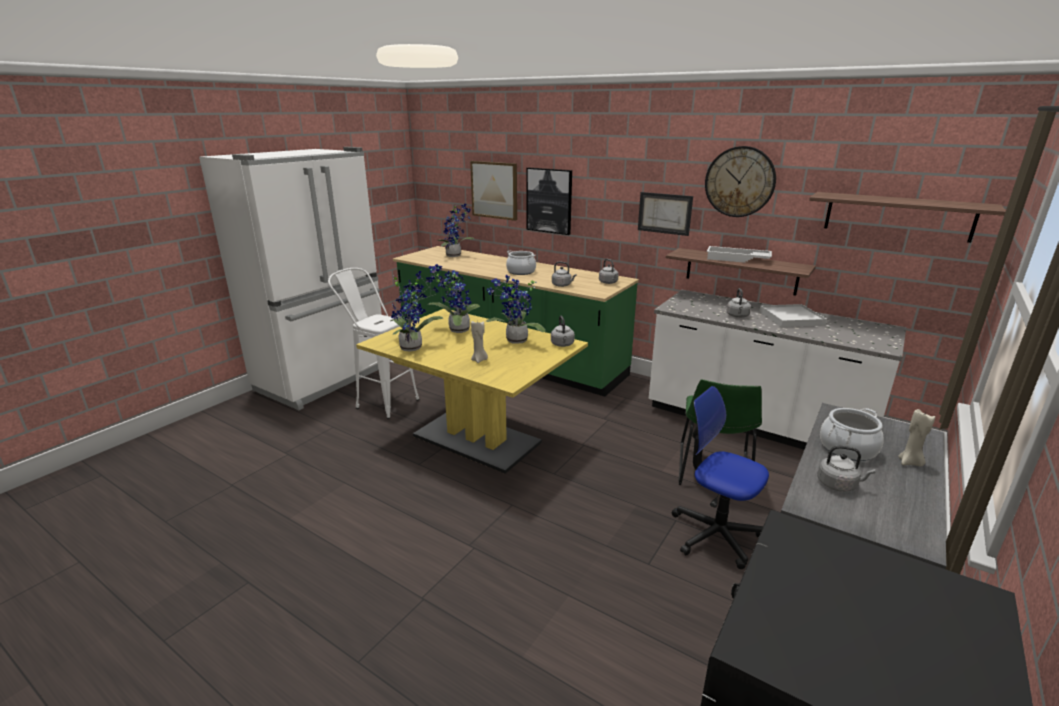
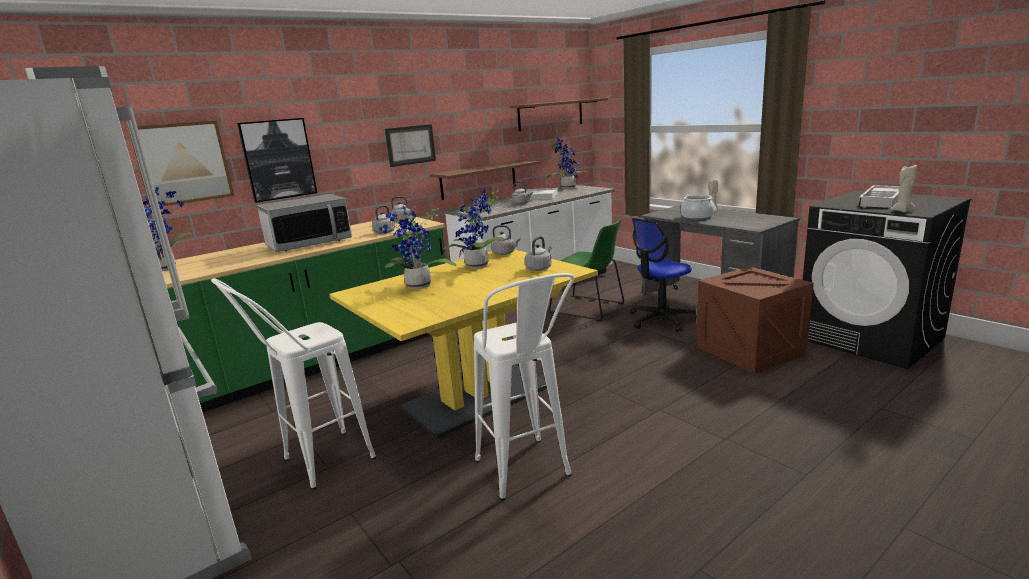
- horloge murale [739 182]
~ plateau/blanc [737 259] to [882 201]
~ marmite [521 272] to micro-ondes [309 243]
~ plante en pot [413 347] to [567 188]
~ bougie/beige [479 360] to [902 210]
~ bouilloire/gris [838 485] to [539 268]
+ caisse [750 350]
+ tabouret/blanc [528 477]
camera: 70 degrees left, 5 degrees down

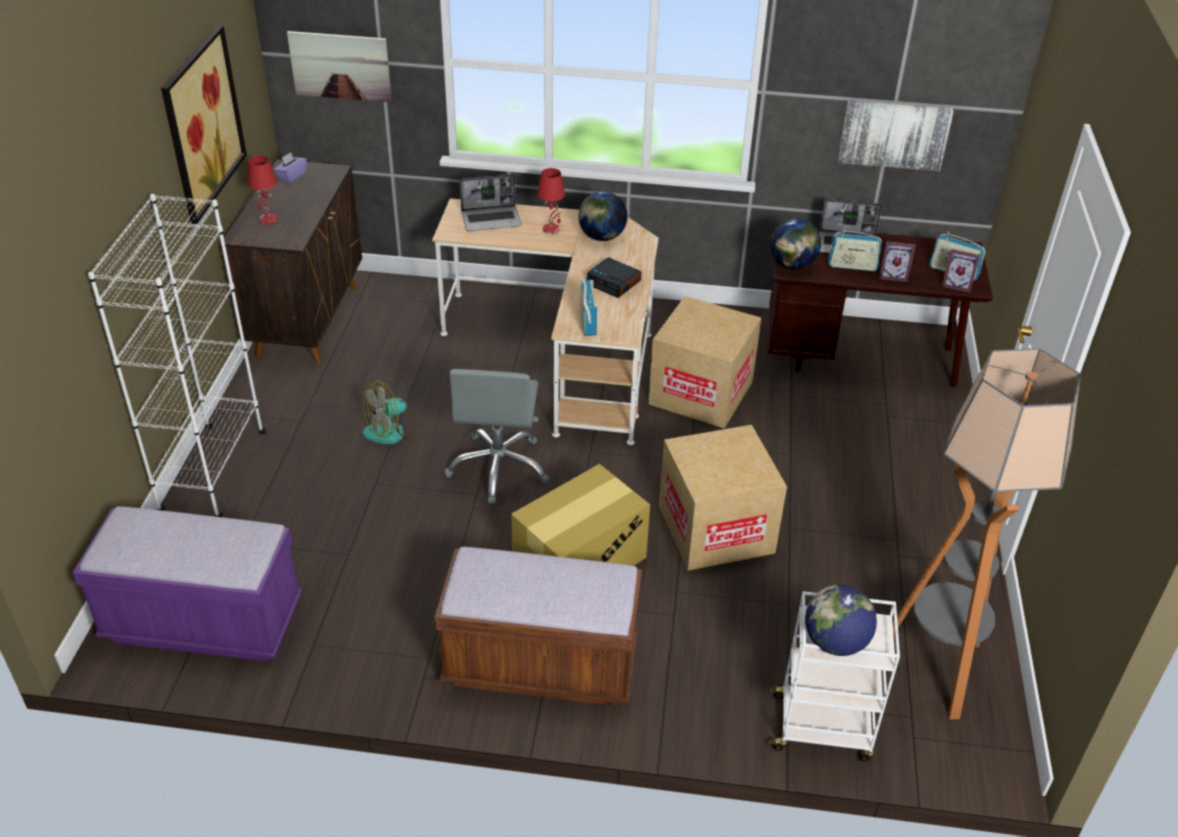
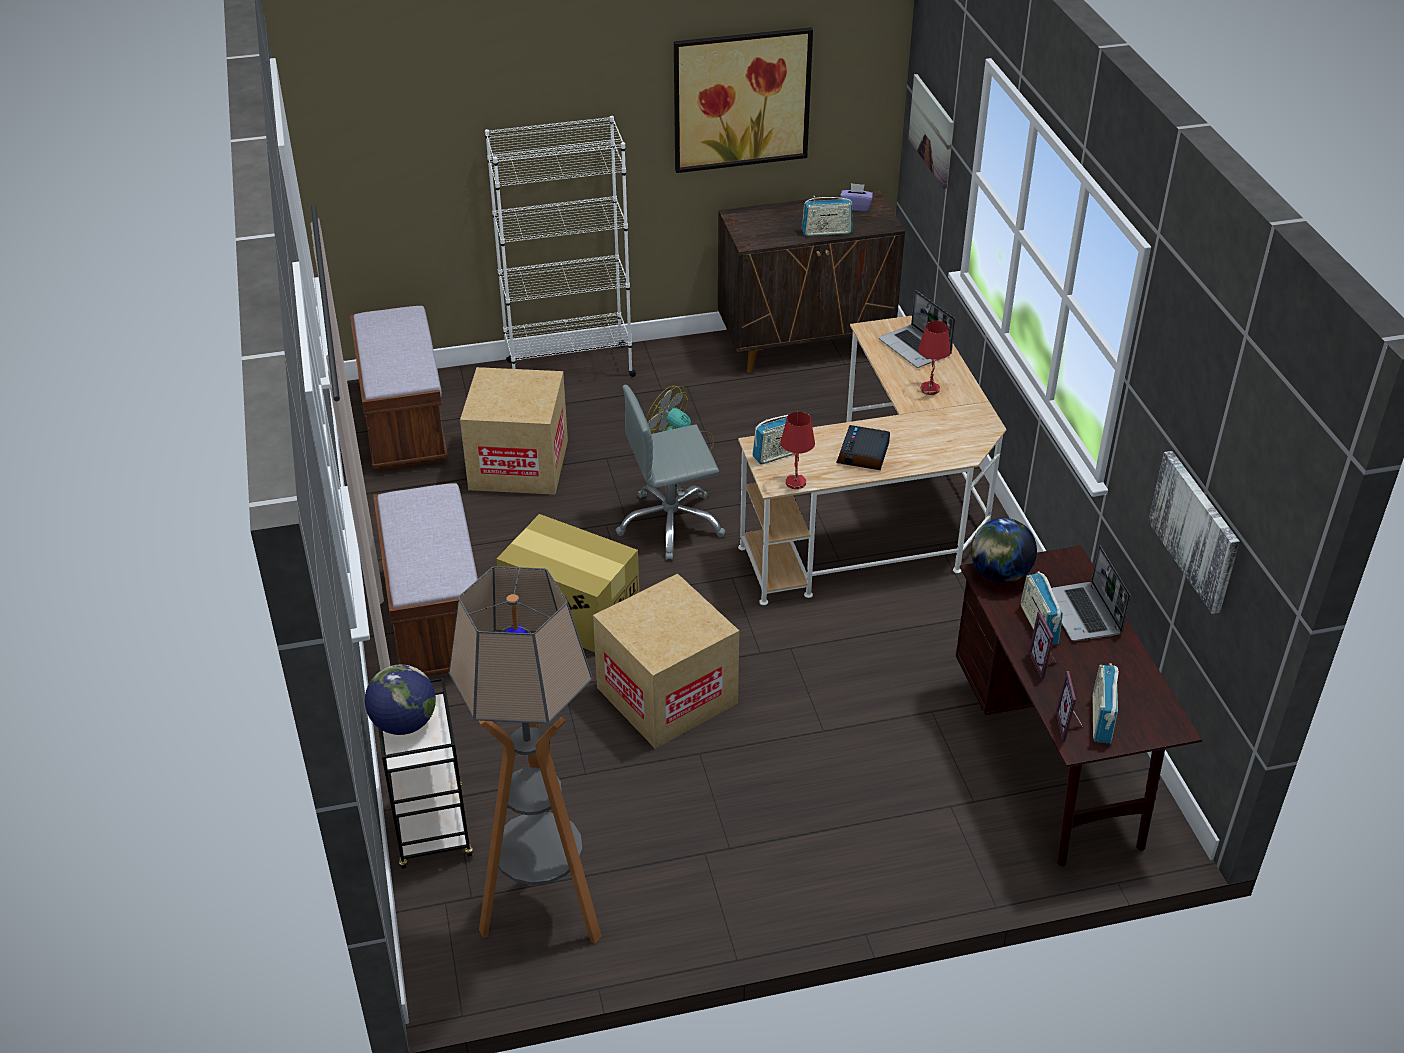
~ lampe de table/rouge [268 220] to [795 482]
- globe [601 237]
~ carton [701 393] to [518 465]
~ banc/violet [203 622] to banc/marron [403 425]
~ chariot/blanc [822 727] to chariot/noir [432 829]
+ radio [827 232]
camera: 70 degrees right, 0 degrees up

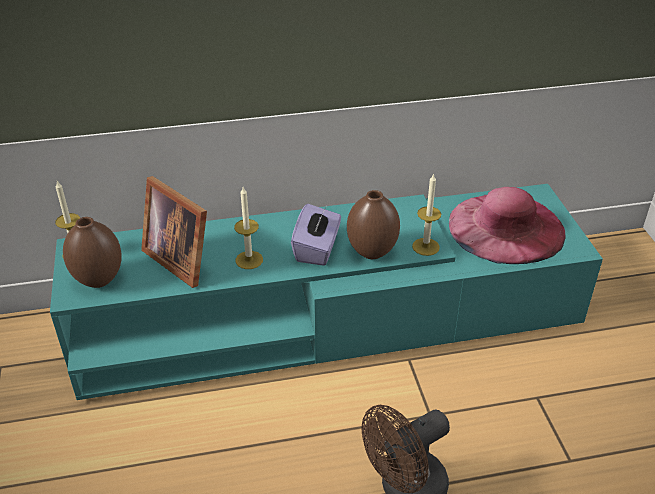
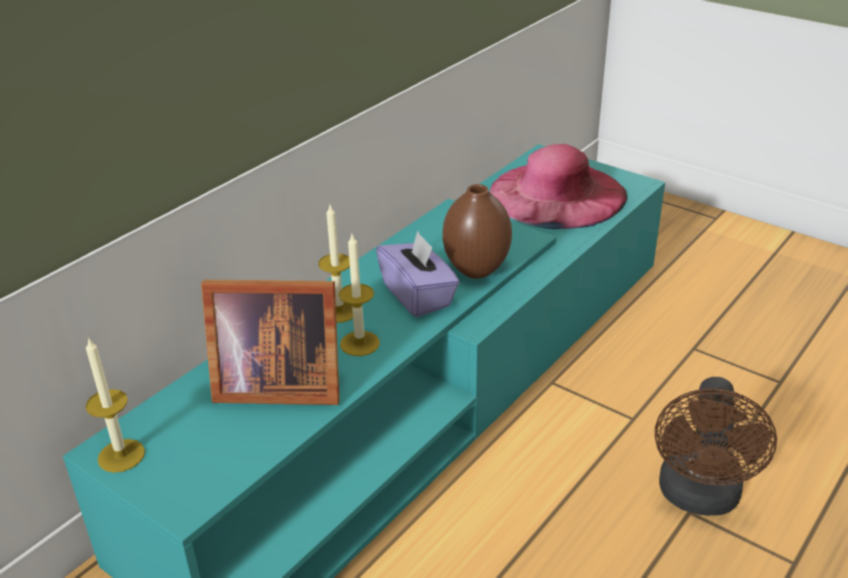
~ bougie [425 246] to [339 311]
- vase/marron [99 279]
camera: 40 degrees left, 5 degrees down

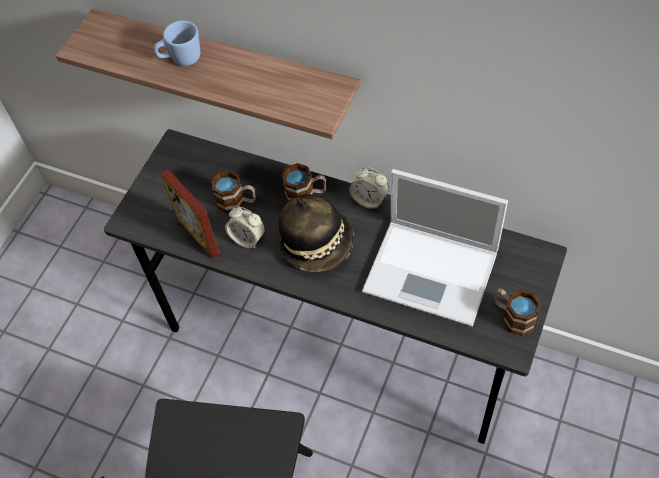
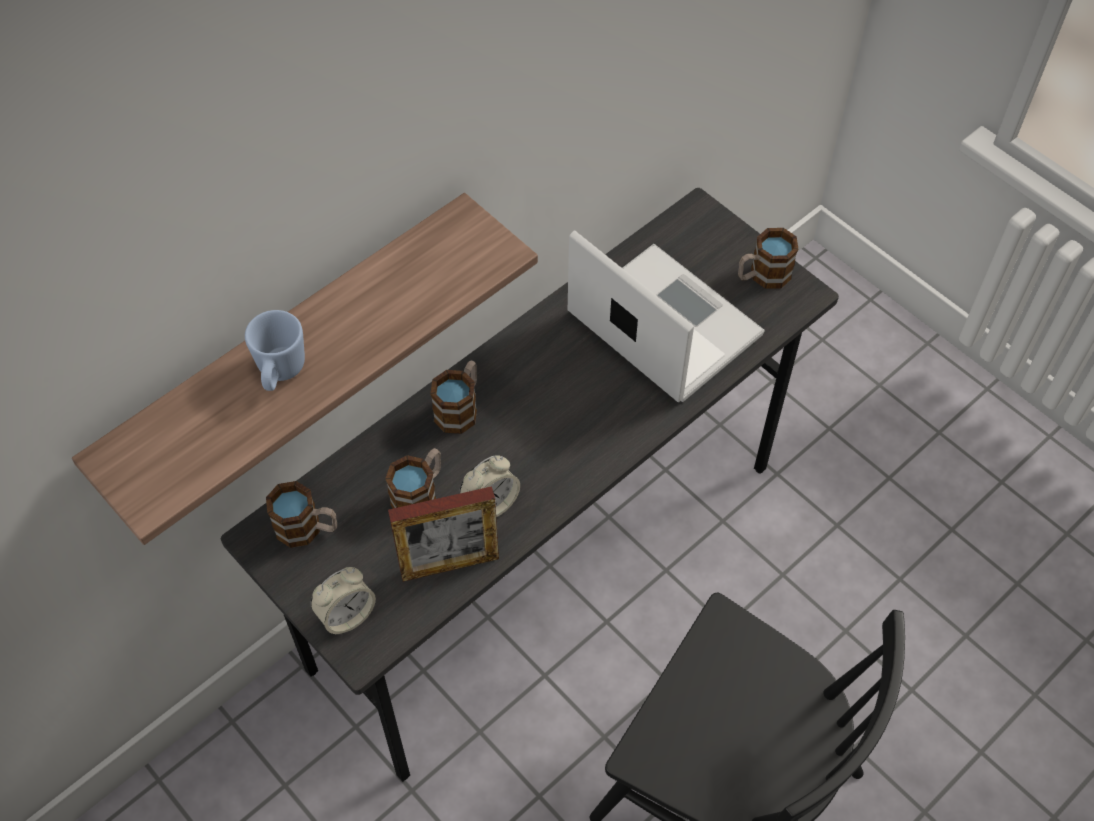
~ réveil [369 200] to [346 614]
~ ordinateur portable [433 272] = [661 322] 90 degrees counterclockwise
- chapeau [318 245]
+ mug [307 529]
camera: 70 degrees left, 0 degrees up

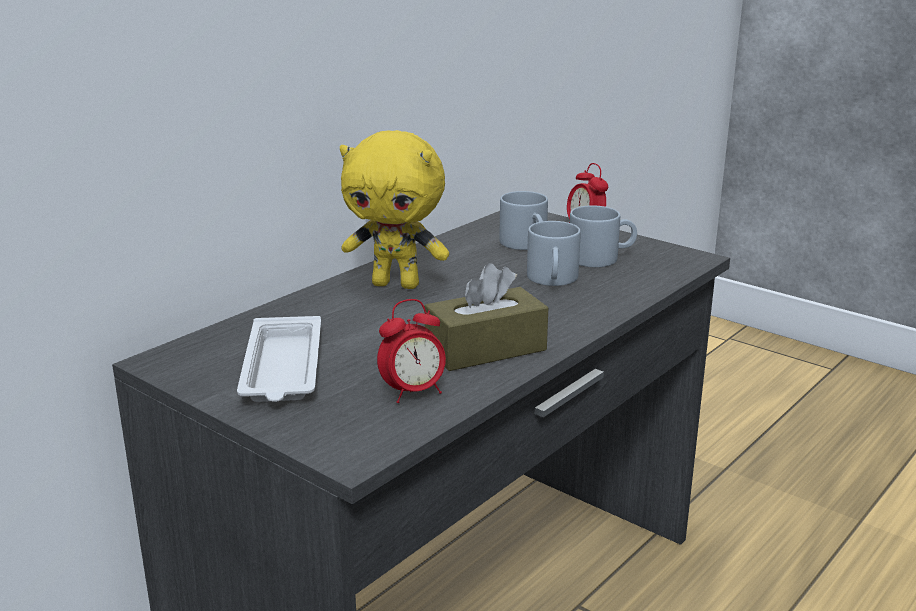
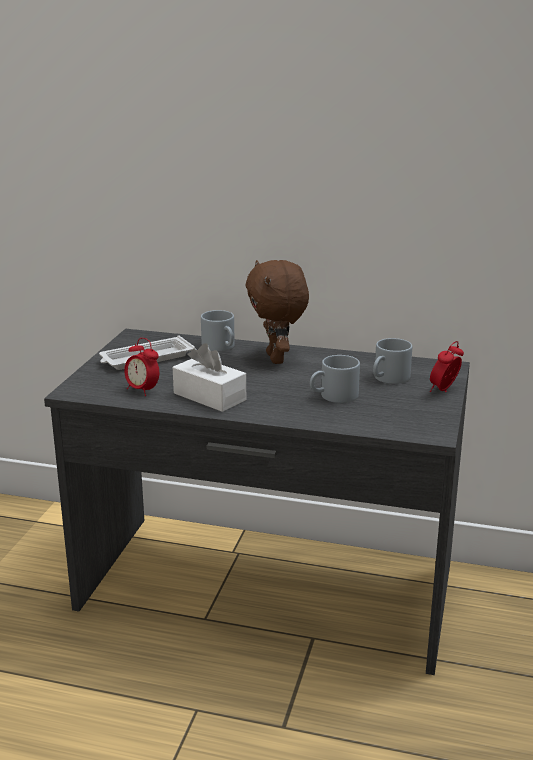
~ peluche/jaune [397 284] to peluche/marron [277 359]
~ mug/gris [601 257] to [221 347]
~ boîte à mouchoirs/marron [485 349] to boîte à mouchoirs/blanc [209 396]
camera: 65 degrees right, 0 degrees up

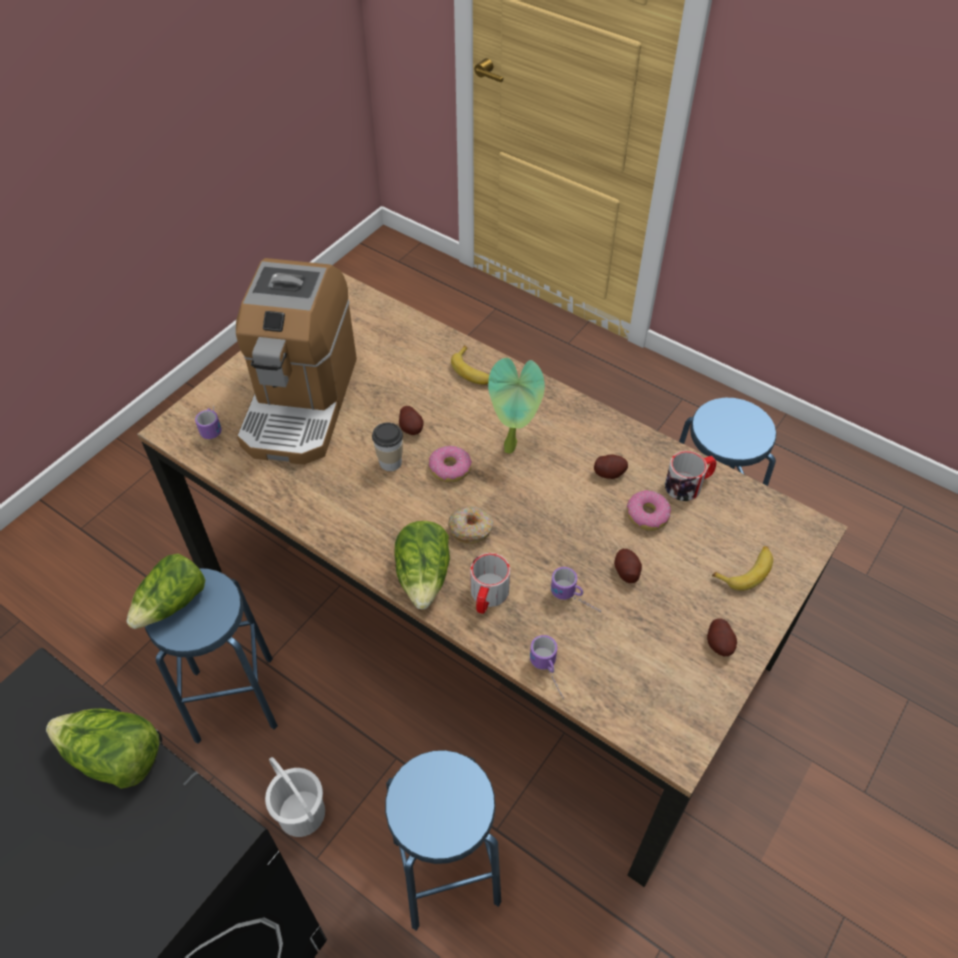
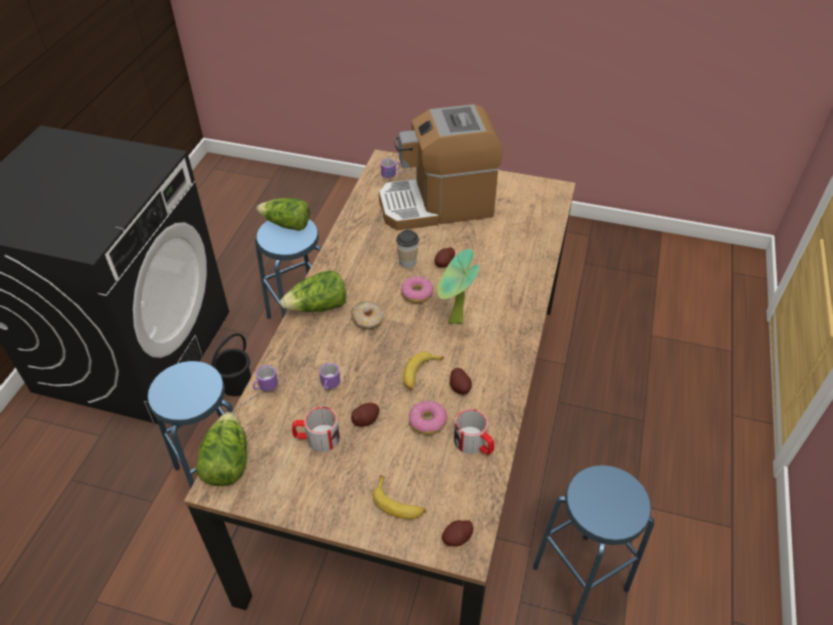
~ banane [473 371] to [420 374]
~ mug [487 596] to [317 438]
~ pomme de terre [719 644] to [457 538]
~ laitue [114 757] to [226 461]
~ seau/blanc [301 814] to seau/noir [236 383]
camera: 70 degrees right, 5 degrees down

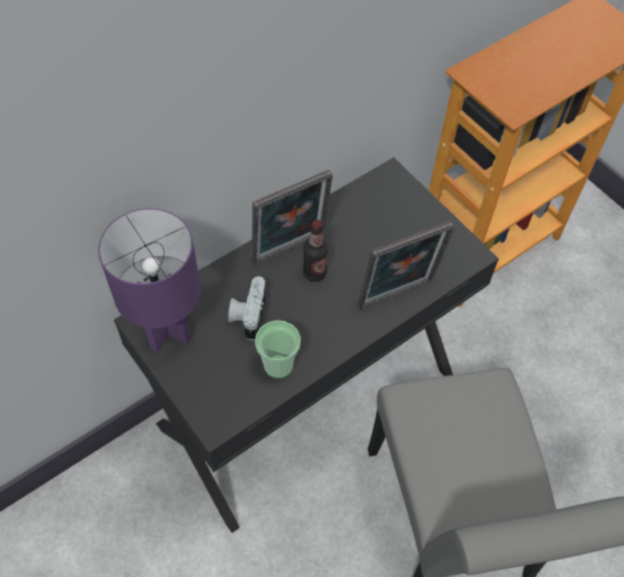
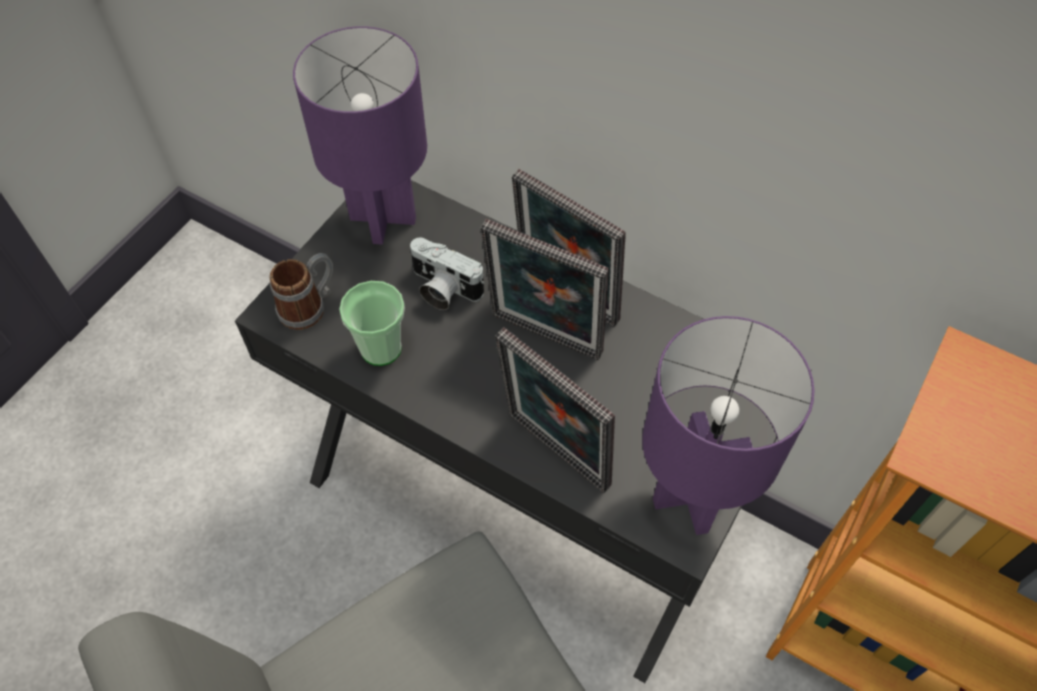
~ bouteille [314 273] to cadre photo [543 339]
~ appareil photo [248 314] = [442 289] 135 degrees counterclockwise
+ mug [309 306]
+ lampe de table/violet [690 497]
camera: 70 degrees right, 0 degrees up

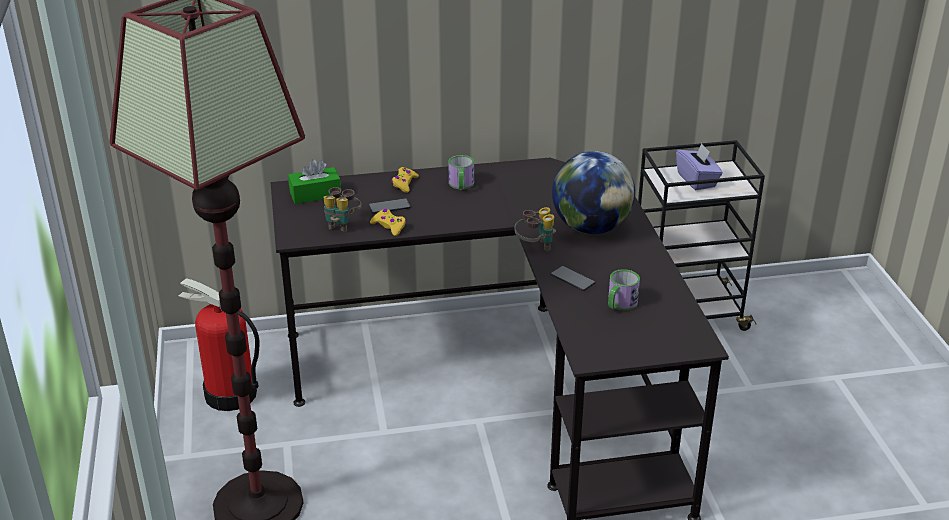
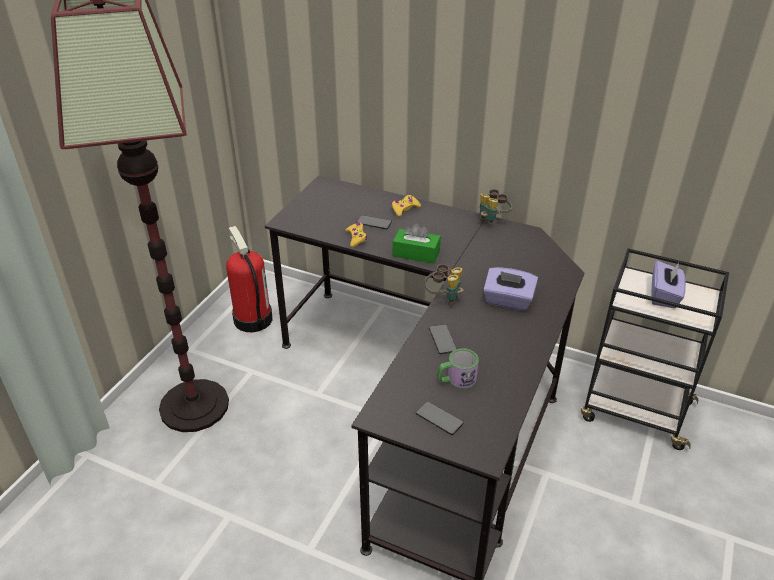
~ globe [591 227] to boîte à mouchoirs/violet [508 301]
- mug [461 185]
~ boîte à mouchoirs/vert [315 194] to [416 253]
~ jumelles [341 224] to [492 220]
+ téléphone [439 418]
camera: 35 degrees right, 5 degrees up

